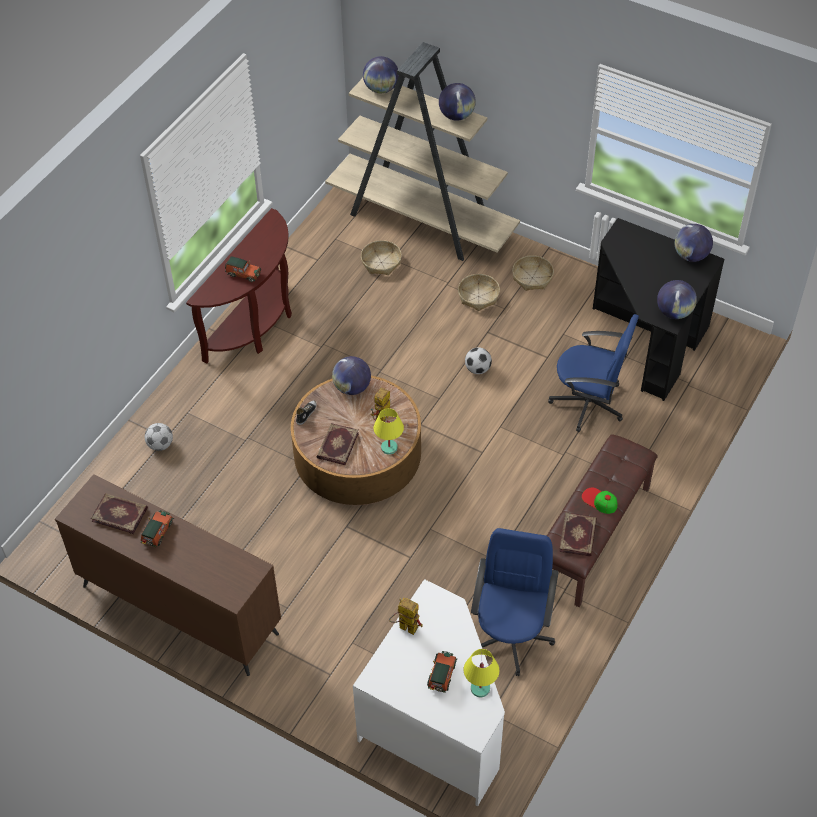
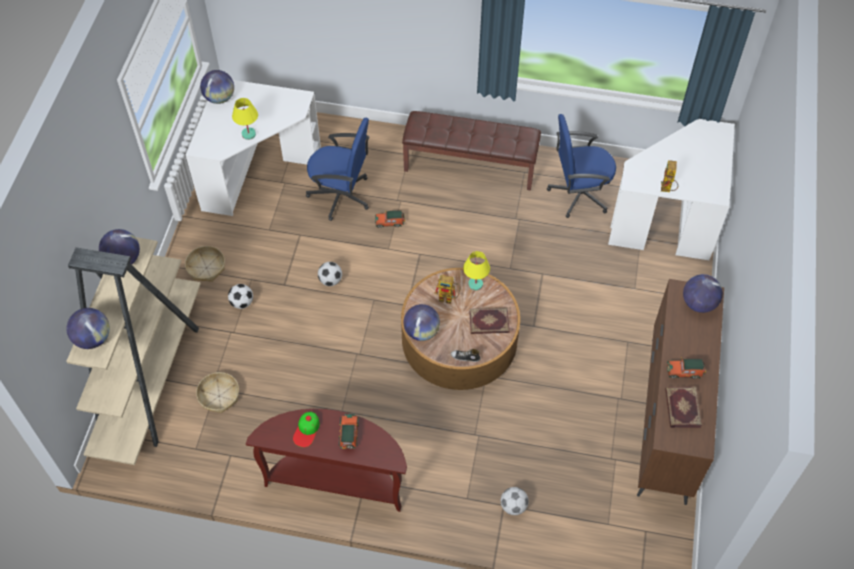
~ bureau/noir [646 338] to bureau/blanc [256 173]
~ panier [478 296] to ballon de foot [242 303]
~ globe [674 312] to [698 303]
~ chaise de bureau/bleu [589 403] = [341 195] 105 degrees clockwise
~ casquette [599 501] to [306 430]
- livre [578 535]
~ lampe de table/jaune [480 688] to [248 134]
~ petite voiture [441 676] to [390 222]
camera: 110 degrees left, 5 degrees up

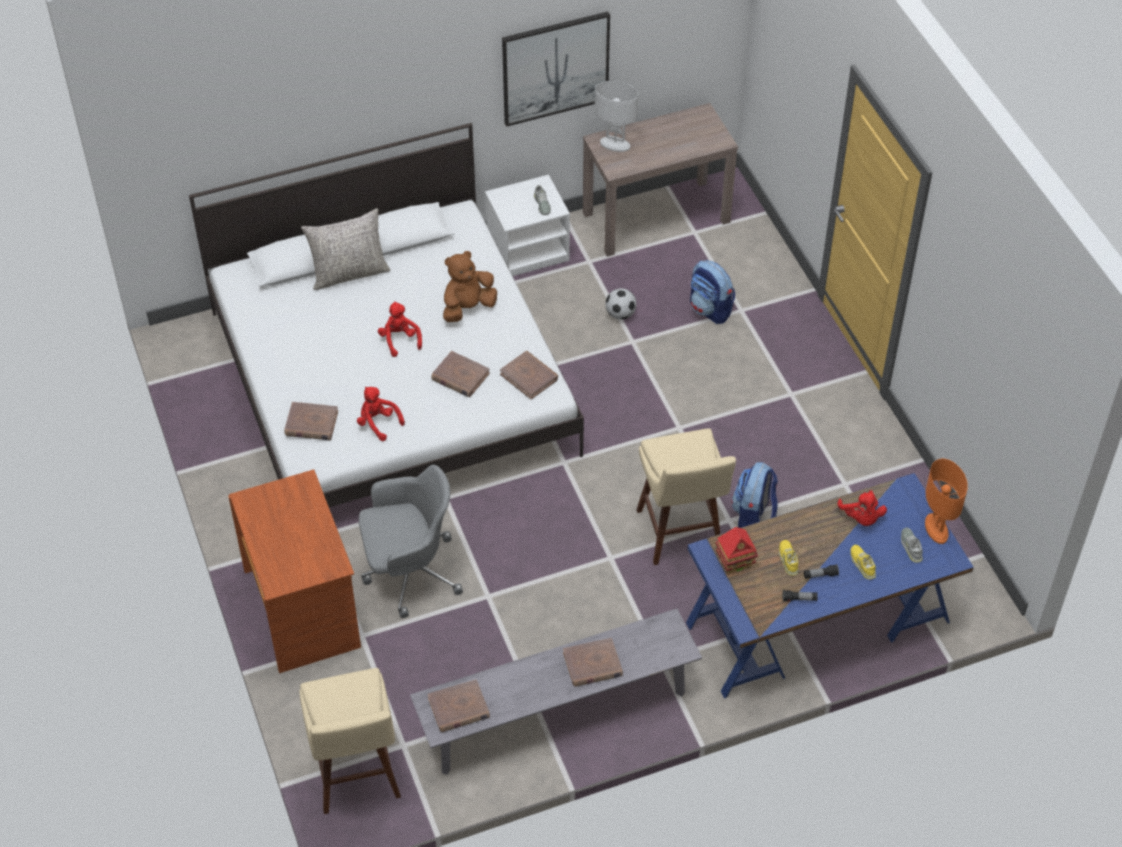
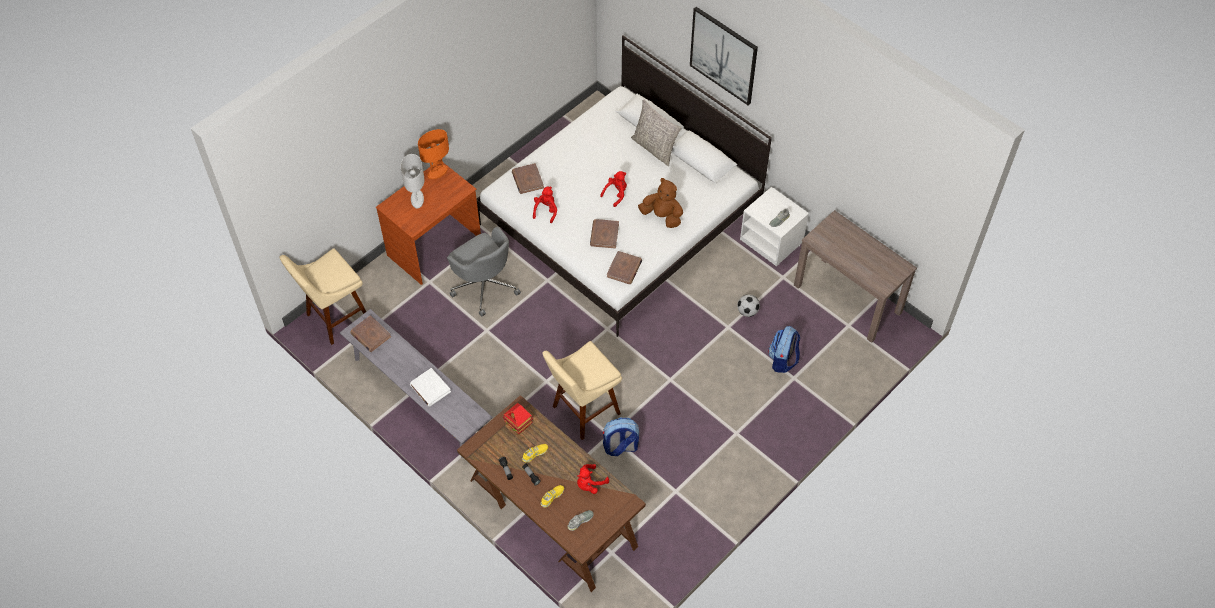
~ tableau [555 68] to [723 55]
~ lampe de table/blanc [614 145] to [417 199]
~ lampe de table/orange [936 529] to [437 172]
~ bureau/bleu [818 624] to bureau/marron [552 513]
~ livre/marron [592 665] to livre/blanc [430 388]
camera: 65 degrees right, 5 degrees up

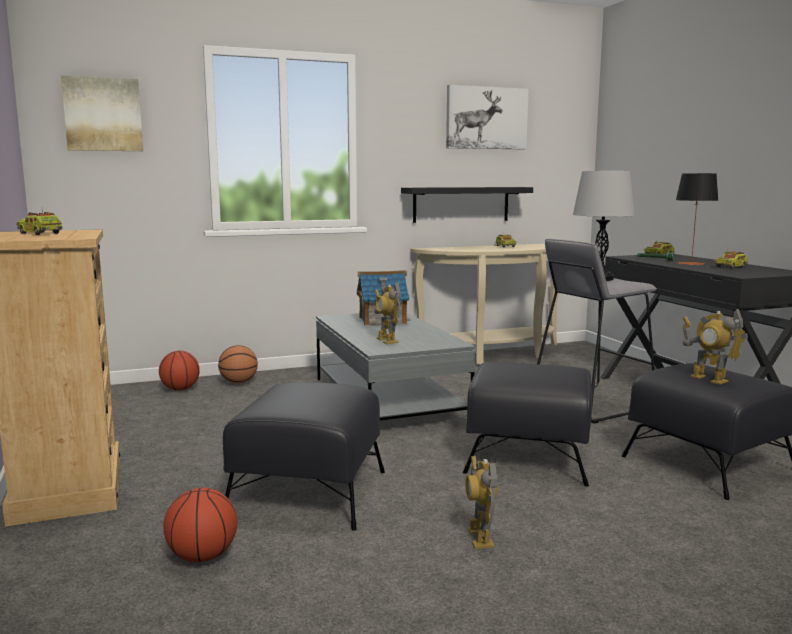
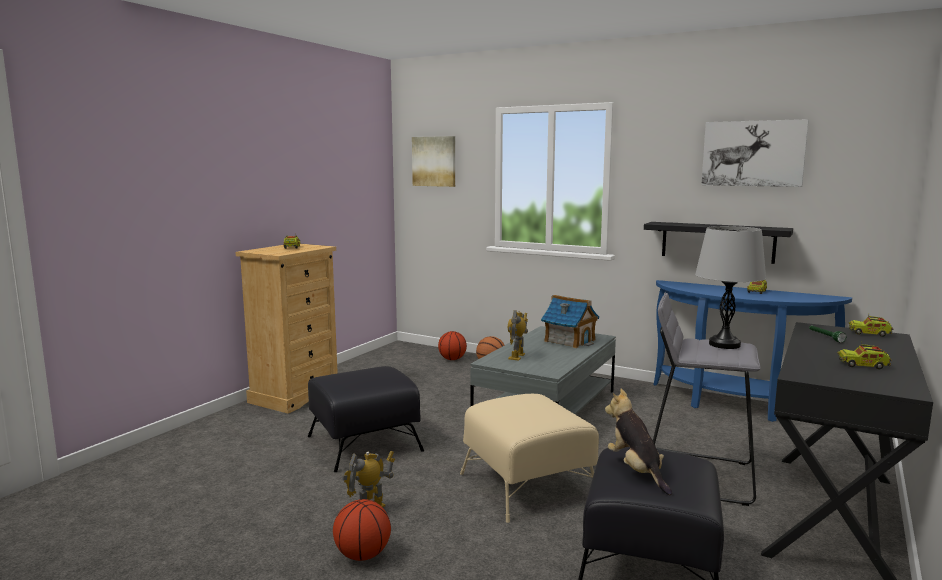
- lampe de table [691 263]
~ table console/beige [496 355] to table console/bleu [735 405]
~ robot jouet [709 379] to peluche [636 471]
~ pouf/noir [529 456] to pouf/beige [528 485]
~ ballon de basket [202 557] to [362 555]
camera: 50 degrees right, 0 degrees up

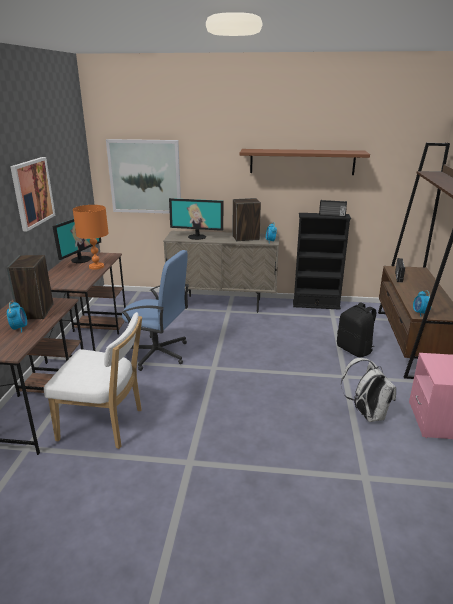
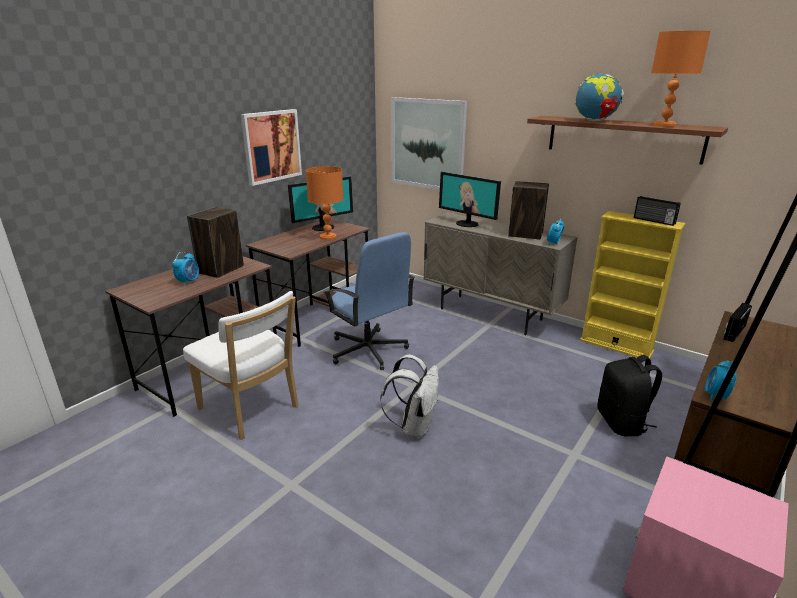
~ bibliothèque/noir [316 305] to bibliothèque/jaune [616 345]
~ sac à dos/blanc [366 414] to [414 426]
+ lampe de table/orange [664 125]
+ globe [595 121]
camera: 30 degrees right, 0 degrees up

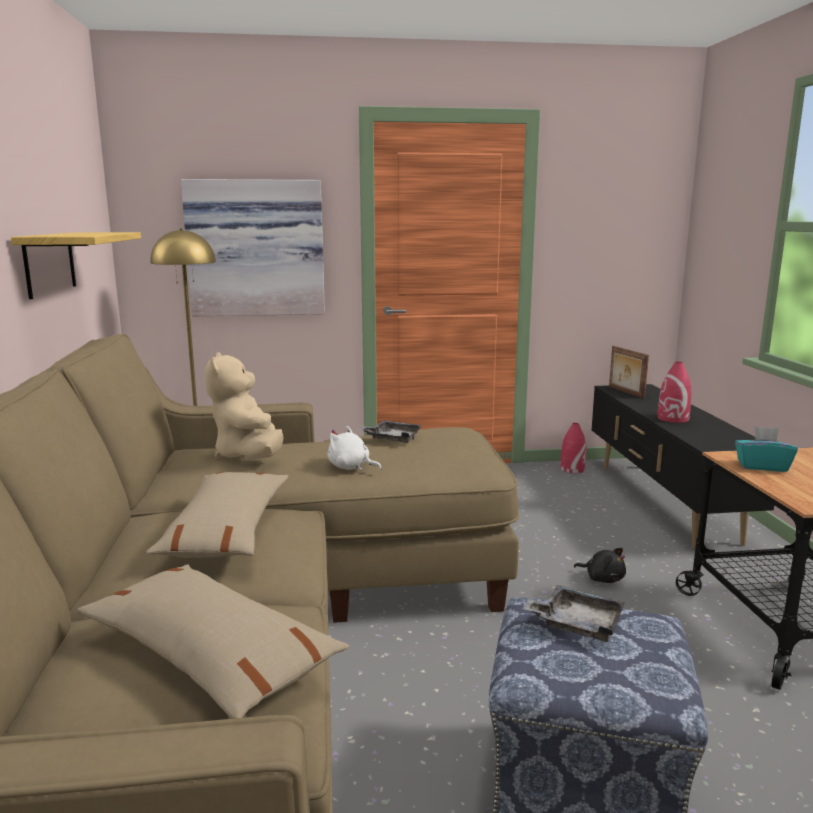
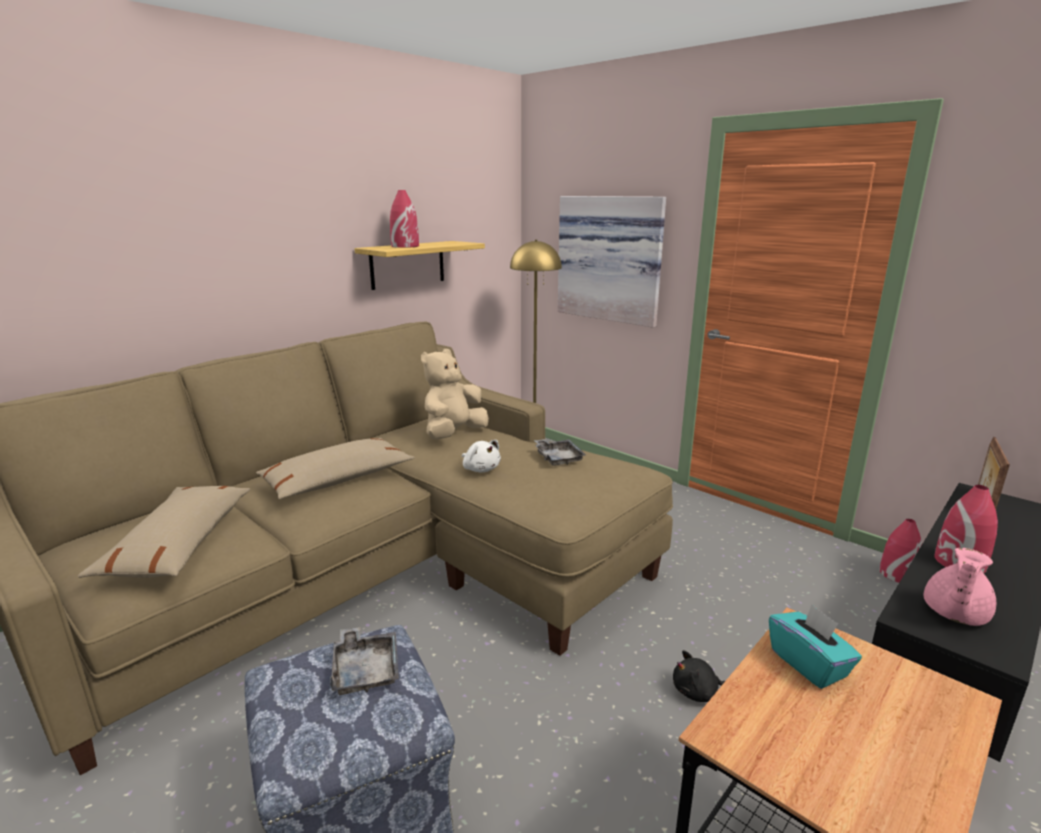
~ peluche/blanc [351 467] = [480 469] 150 degrees clockwise
~ peluche/noir [602 578] = [697 692] 90 degrees clockwise
+ vase/rouge [405 246]
+ théière/rose [953 614]
camera: 50 degrees right, 5 degrees up

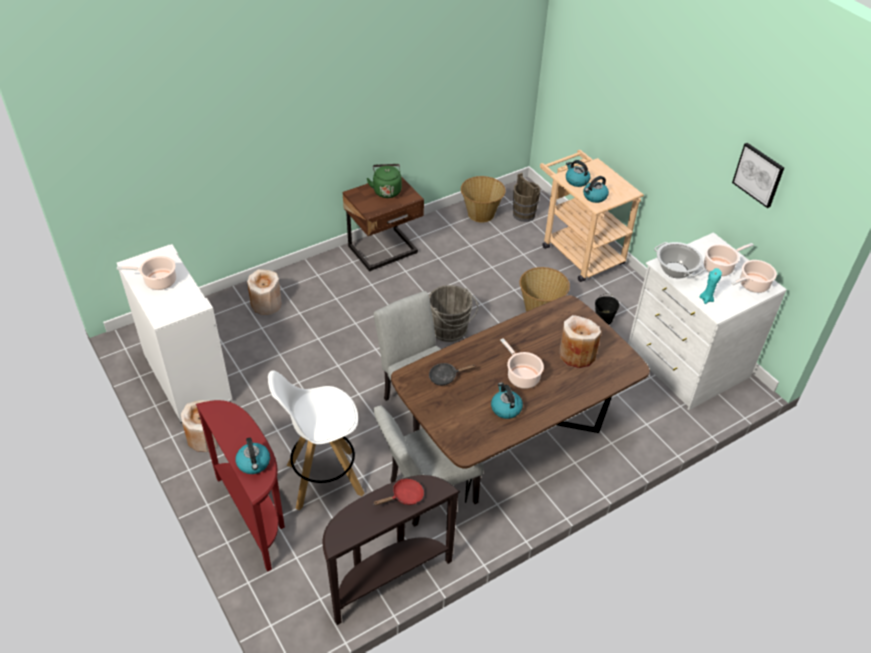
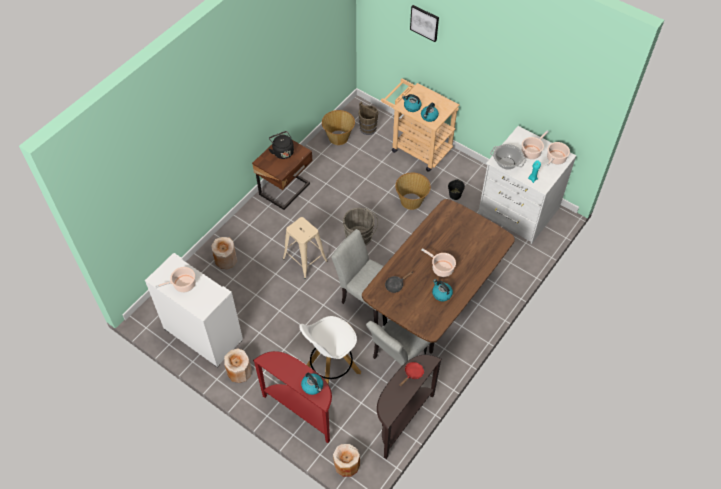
~ tableau [758 174] to [424 22]
~ bouilloire/vert [386 190] to bouilloire/noir [282 151]
~ vase/beige [576 355] to [346 465]
+ tabouret/beige [305 260]
camera: 20 degrees left, 10 degrees up

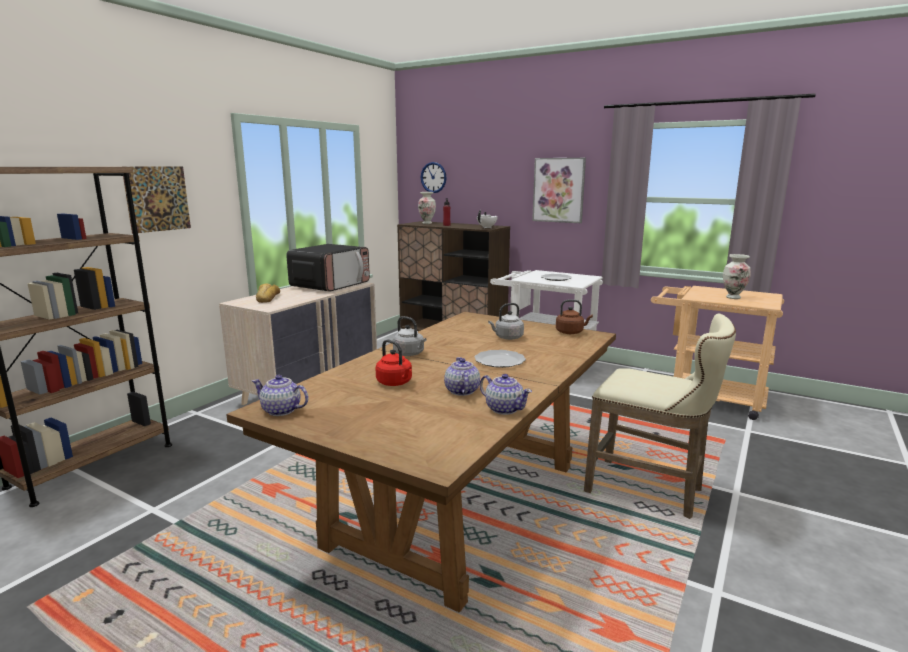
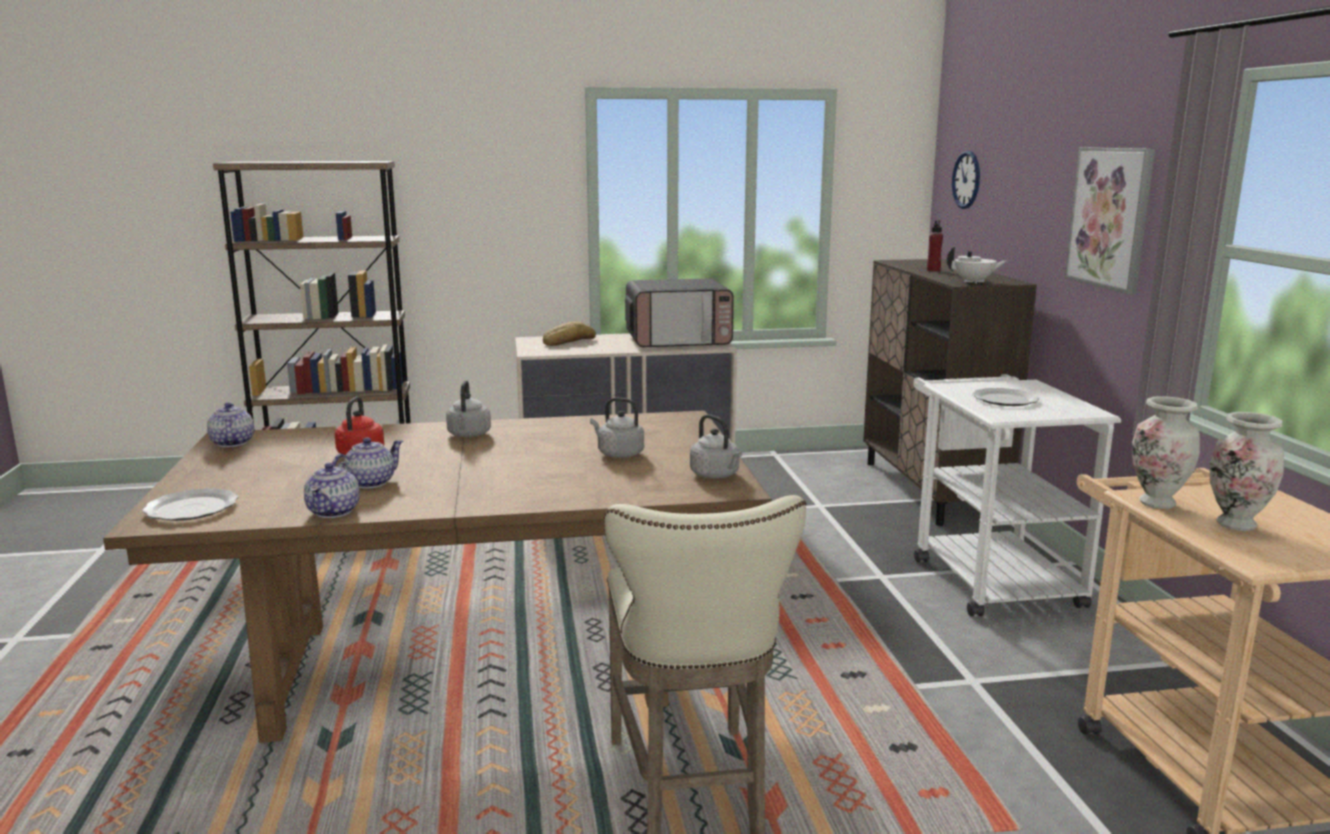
- tableau [157 199]
~ vase [427 223] to [1157 503]
~ bouilloire/marron [571 332] to bouilloire/gris [716 475]
~ assiette [500 361] to [192 509]
camera: 50 degrees right, 0 degrees up

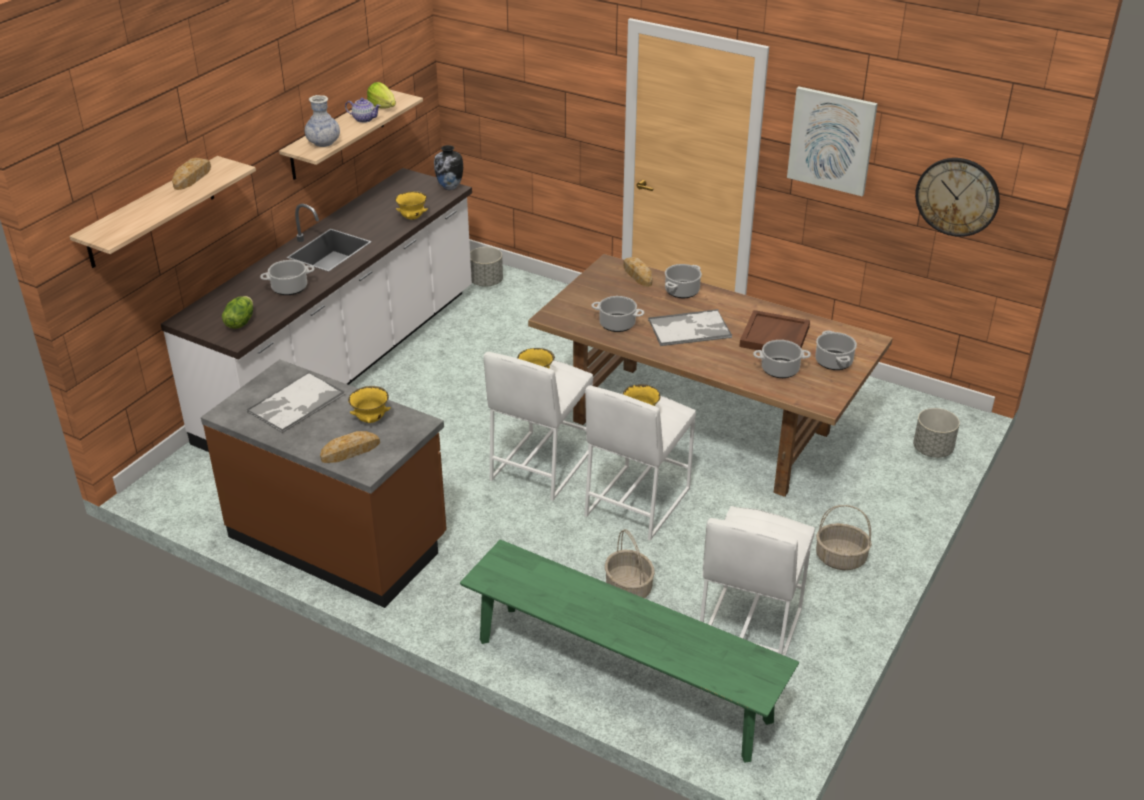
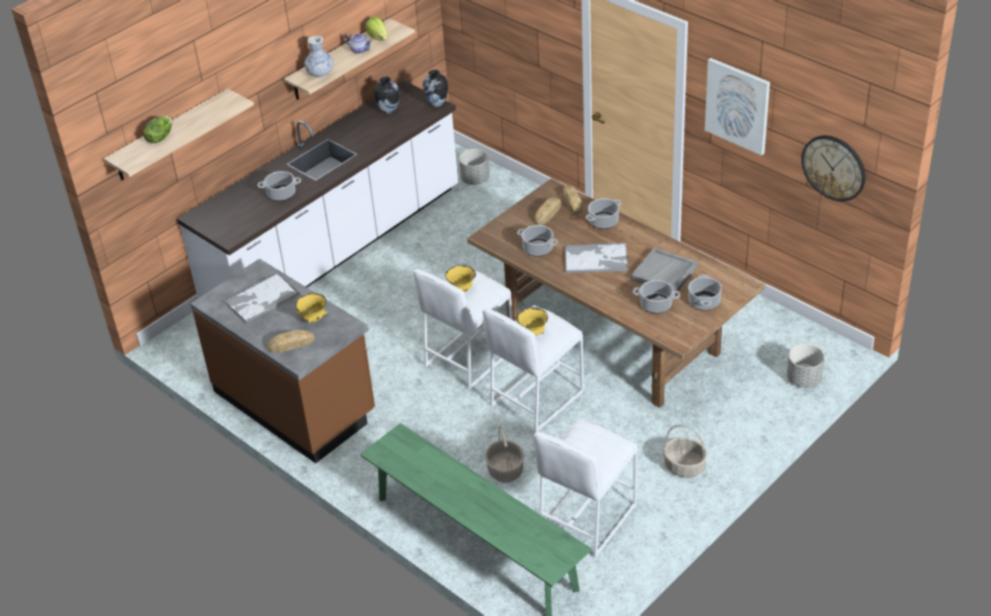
~ pain [192 177] to [548 213]
- bol/jaune [413 218]
~ laitue [240 322] to [160 137]
~ plateau/marron [775 337] to plateau/gris [664 273]
+ vase [388 110]
camera: 15 degrees right, 5 degrees up

